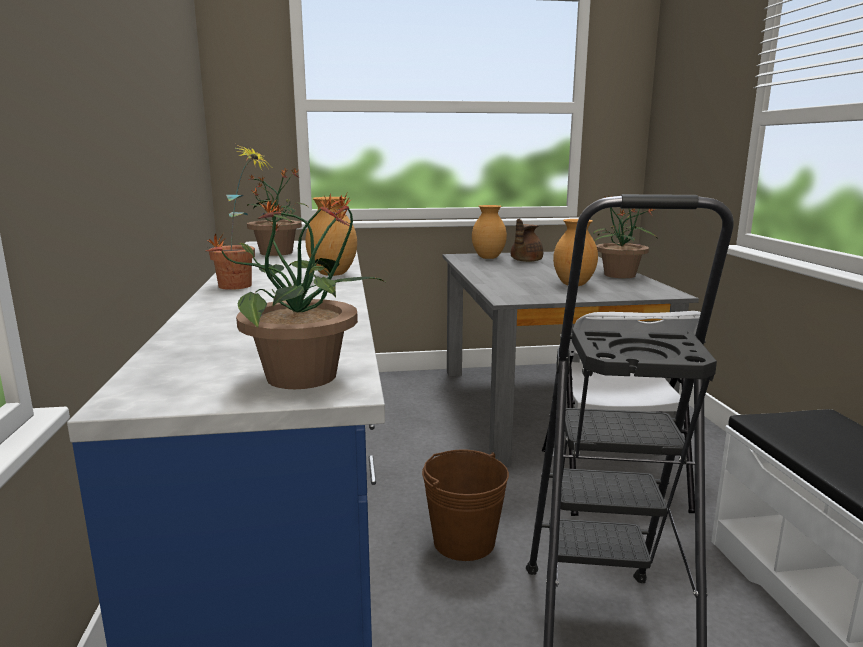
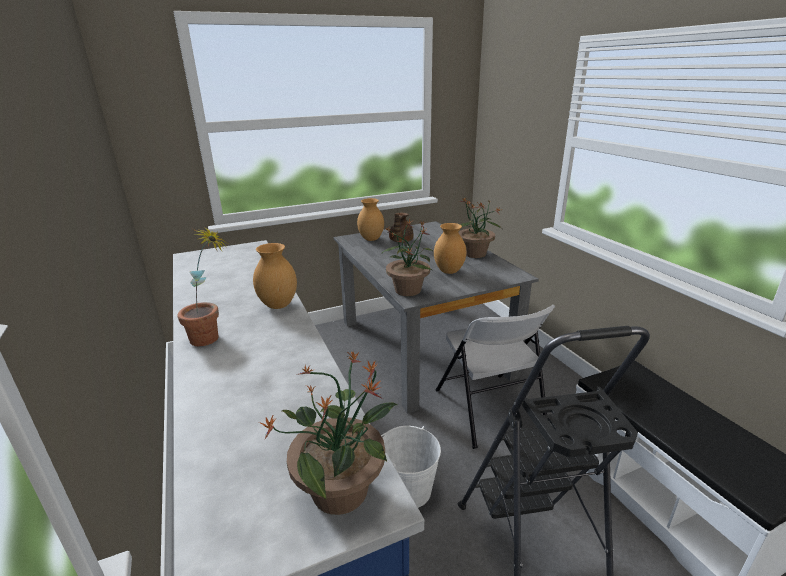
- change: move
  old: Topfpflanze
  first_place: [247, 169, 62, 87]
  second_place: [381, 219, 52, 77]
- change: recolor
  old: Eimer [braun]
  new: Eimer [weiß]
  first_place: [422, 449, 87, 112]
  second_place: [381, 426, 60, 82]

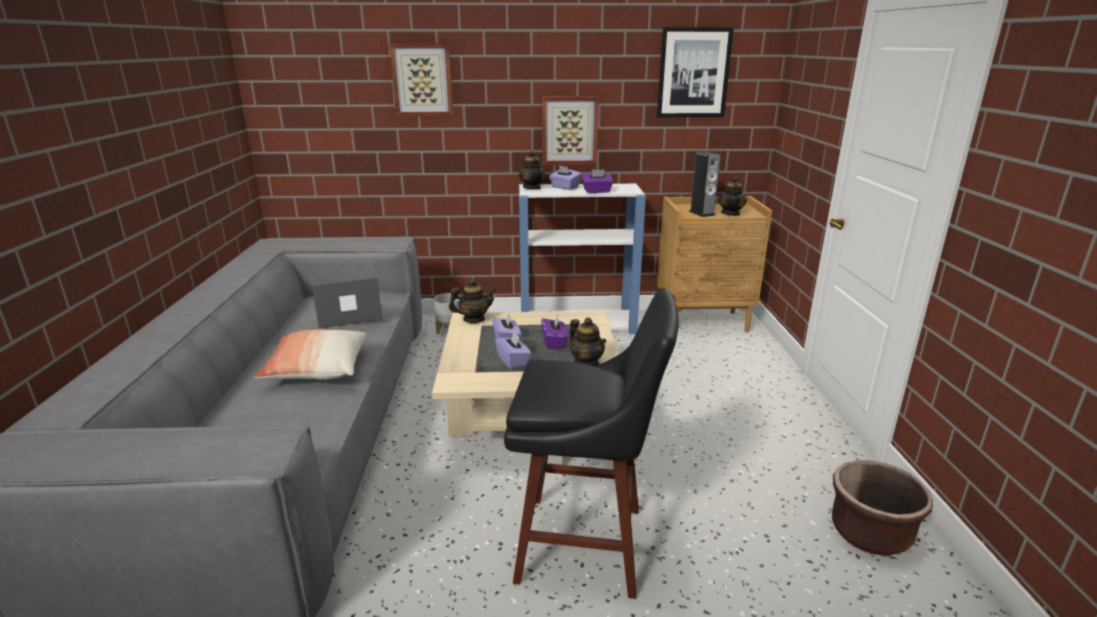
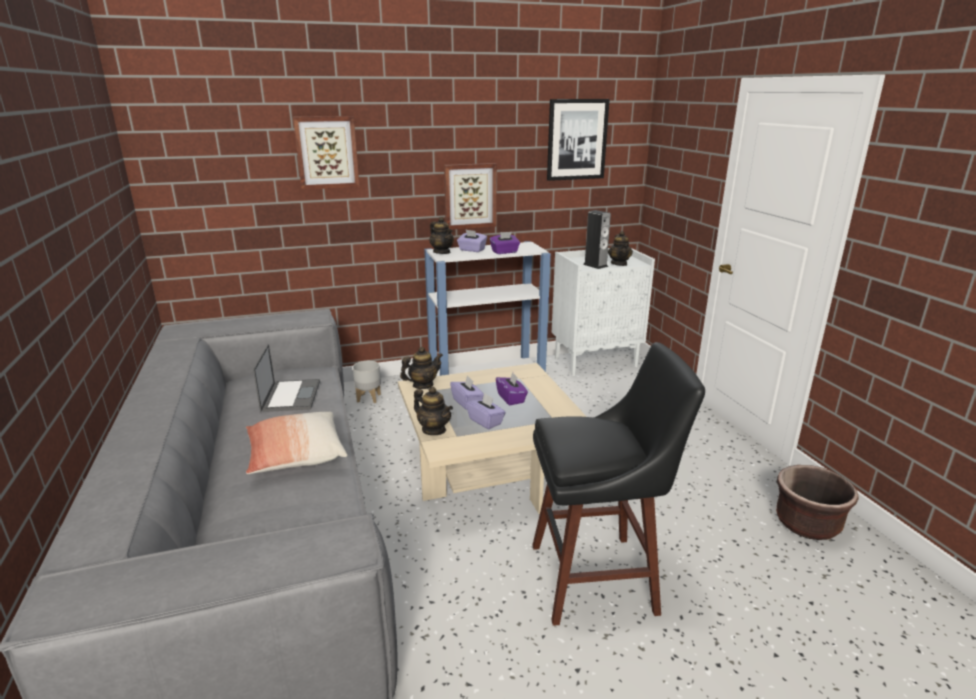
- change: move
  old: Teekanne
  first_place: [569, 317, 37, 49]
  second_place: [414, 387, 39, 48]
- change: recolor
  old: Schrank [braun]
  new: Schrank [weiß]
  first_place: [657, 196, 115, 137]
  second_place: [552, 248, 103, 128]
- change: rotate
  old: Laptop
  first_place: [312, 277, 70, 51]
  second_place: [253, 344, 67, 68]
  degrees: 120

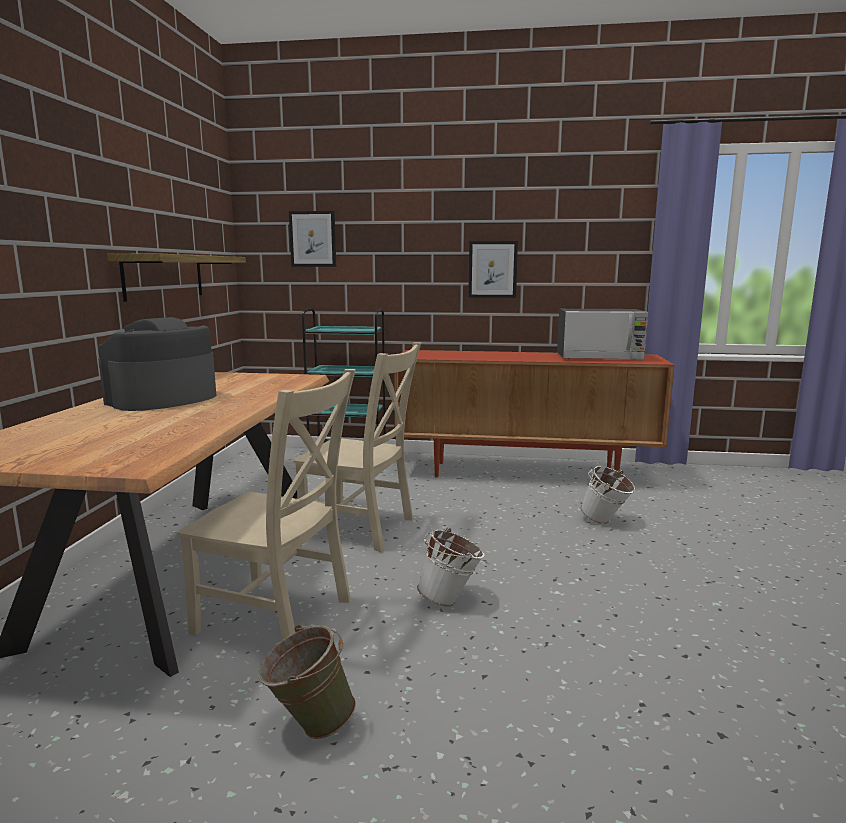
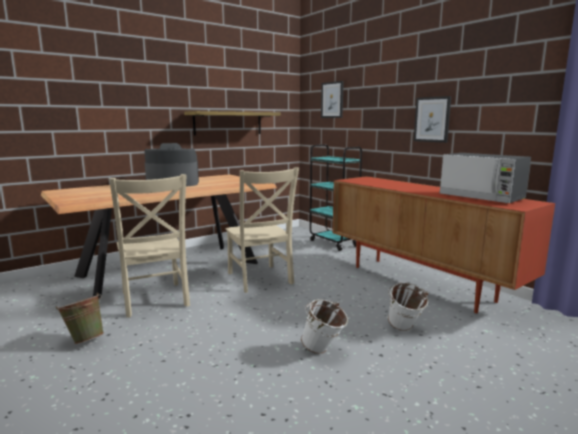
- change: move
  old: Eimer [weiß]
  first_place: [417, 528, 67, 78]
  second_place: [301, 299, 47, 55]

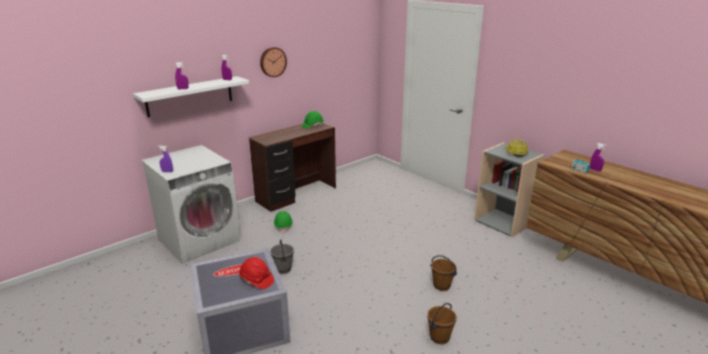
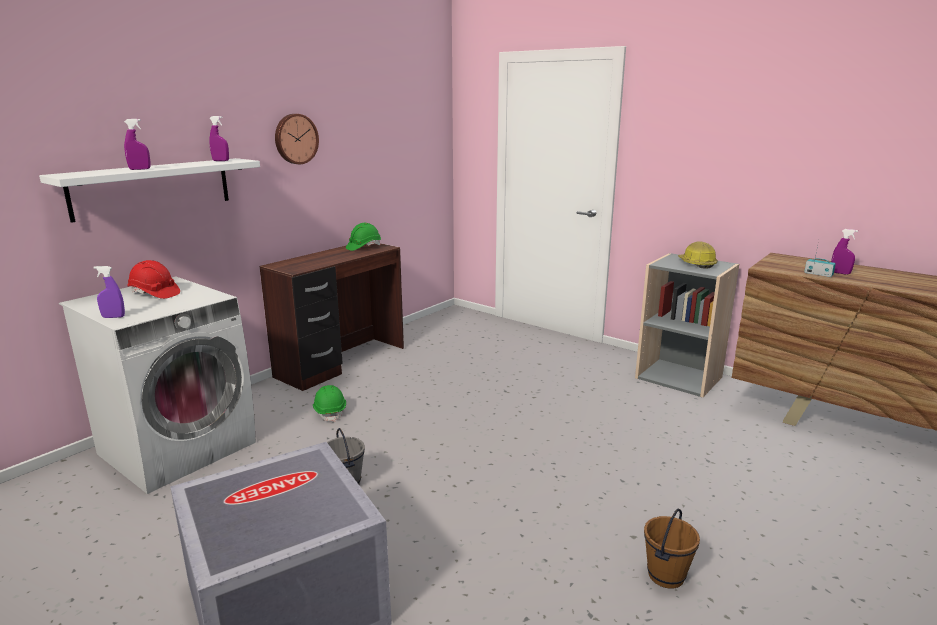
- change: delete
  old: Eimer [braun]
  first_place: [430, 255, 27, 36]
- change: move
  old: Schutzhelm [rot]
  first_place: [239, 257, 35, 32]
  second_place: [127, 260, 53, 39]

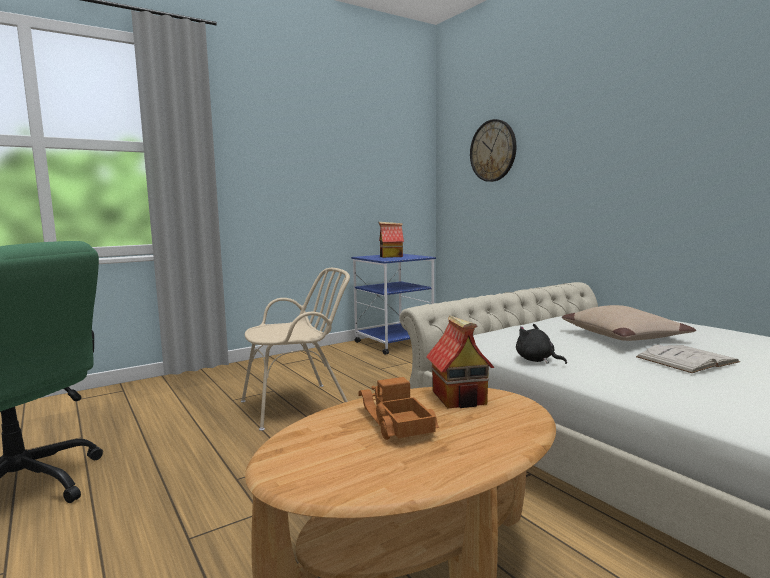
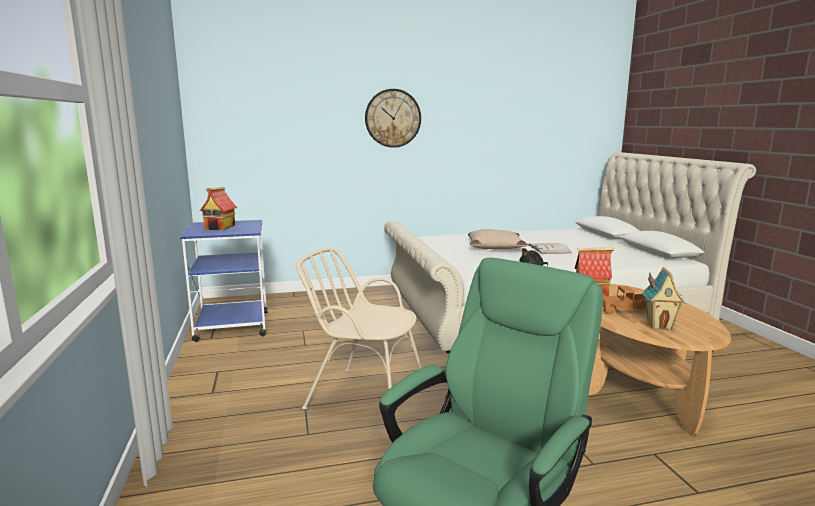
- change: insert
  new: Spielzeughaus
  second_place: [642, 267, 44, 63]
- change: move
  old: Wanduhr
  first_place: [470, 119, 46, 63]
  second_place: [365, 89, 56, 59]
- change: rotate
  old: Stuhl [beige]
  first_place: [241, 268, 109, 163]
  second_place: [296, 247, 126, 162]
  degrees: -60

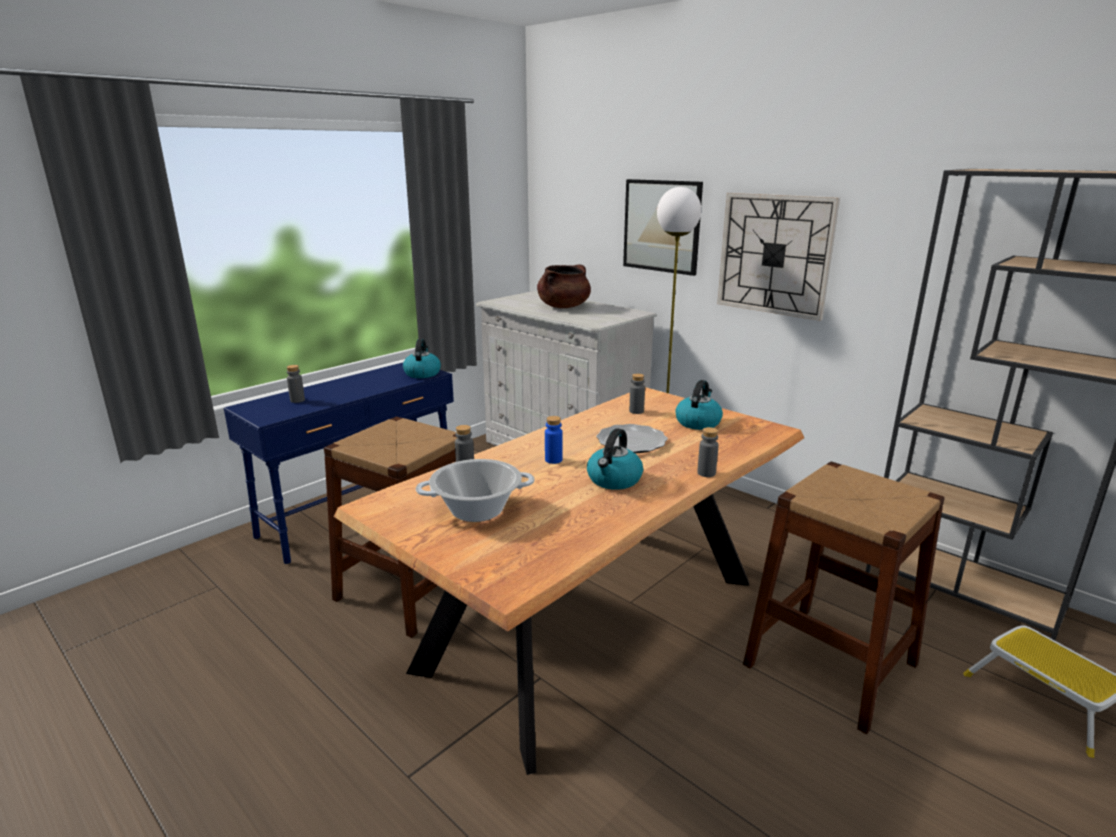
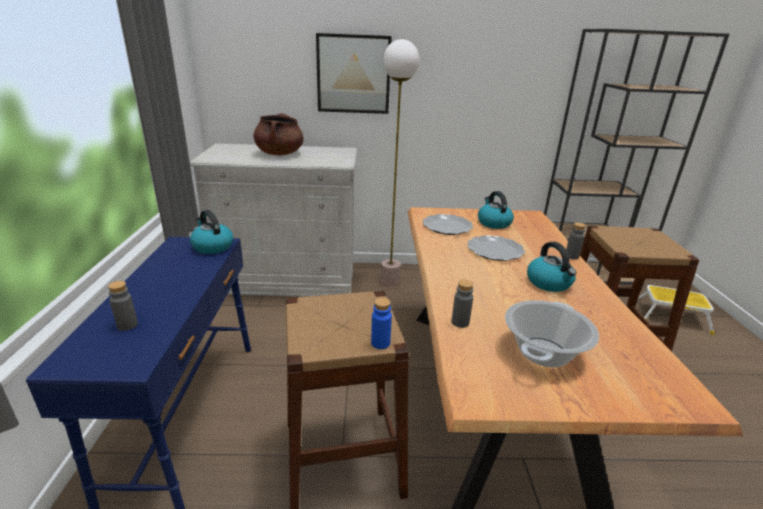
- change: delete
  old: Wanduhr
  first_place: [717, 193, 123, 128]
- change: move
  old: Flasche [blau]
  first_place: [545, 416, 18, 48]
  second_place: [371, 298, 21, 51]
- change: replace
  old: Flasche [grau]
  new: Teller
  first_place: [629, 373, 16, 41]
  second_place: [423, 214, 51, 21]

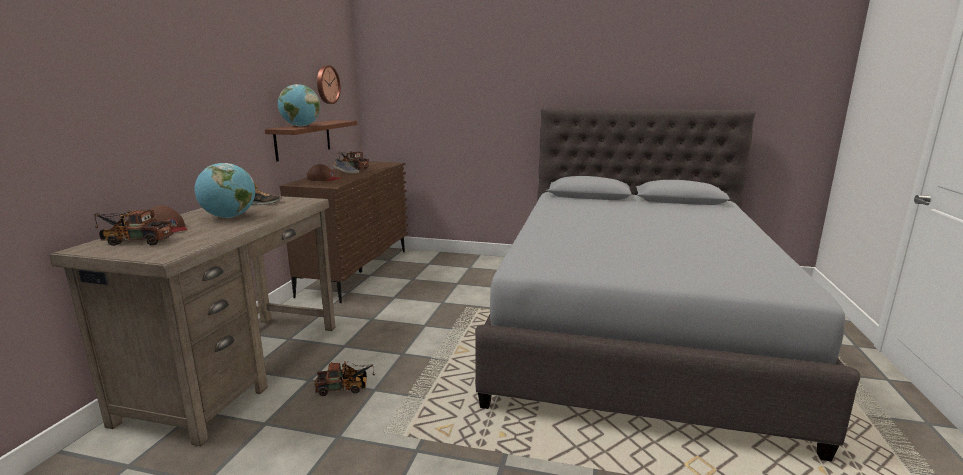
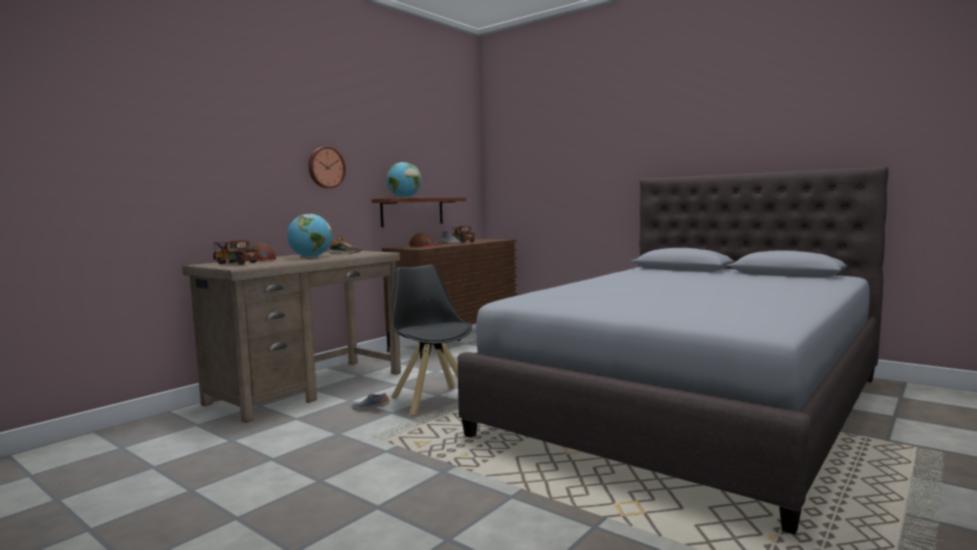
- change: insert
  new: Stuhl [schwarz]
  second_place: [391, 265, 81, 151]
- change: move
  old: Wanduhr
  first_place: [317, 65, 24, 39]
  second_place: [308, 147, 38, 41]
- change: replace
  old: Spielzeuglaster
  new: Schuh
  first_place: [314, 361, 61, 35]
  second_place: [352, 393, 38, 17]

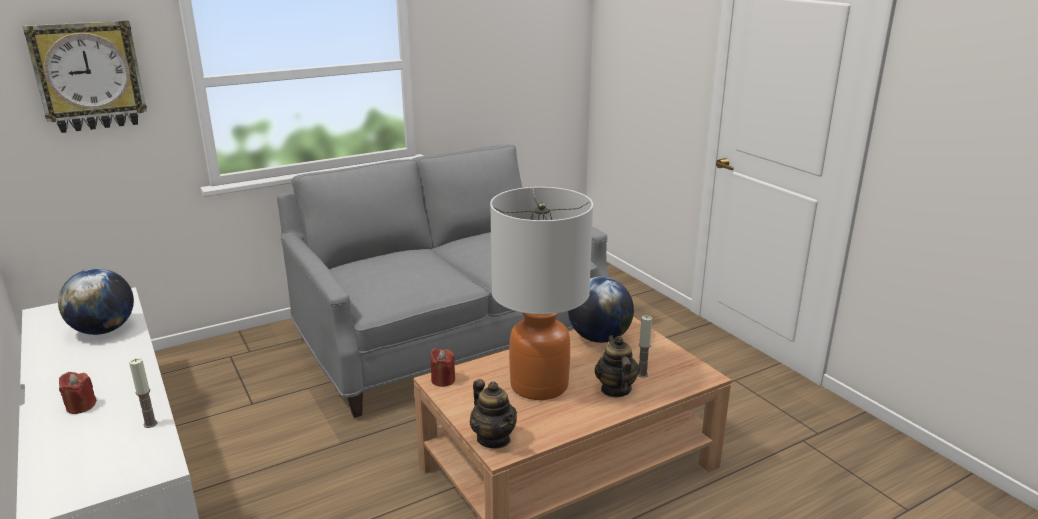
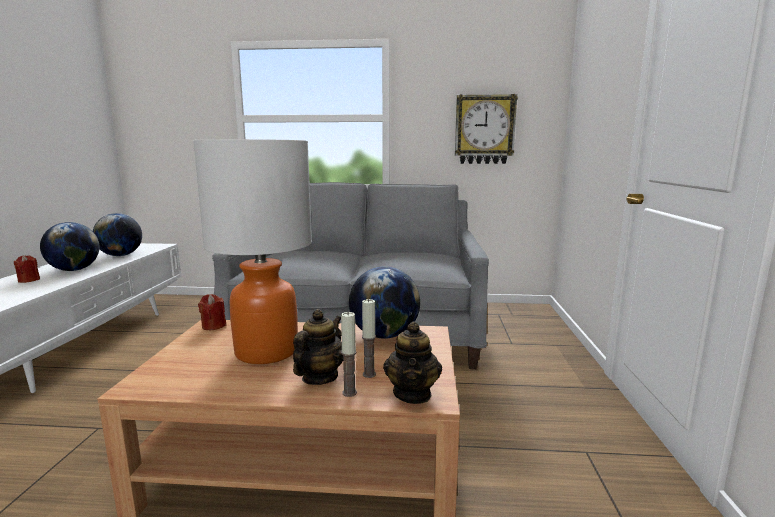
- change: insert
  new: Globus
  second_place: [40, 222, 60, 49]
- change: move
  old: Wanduhr
  first_place: [23, 20, 124, 113]
  second_place: [455, 94, 63, 70]
- change: move
  old: Kerze
  first_place: [129, 358, 28, 70]
  second_place: [341, 312, 16, 85]
- change: move
  old: Teekanne
  first_place: [470, 379, 47, 69]
  second_place: [383, 321, 59, 83]

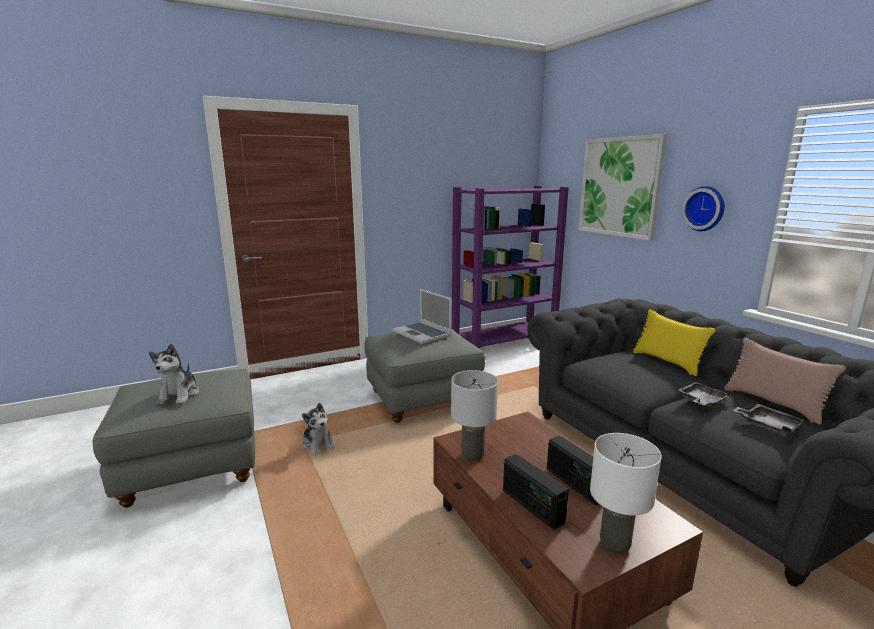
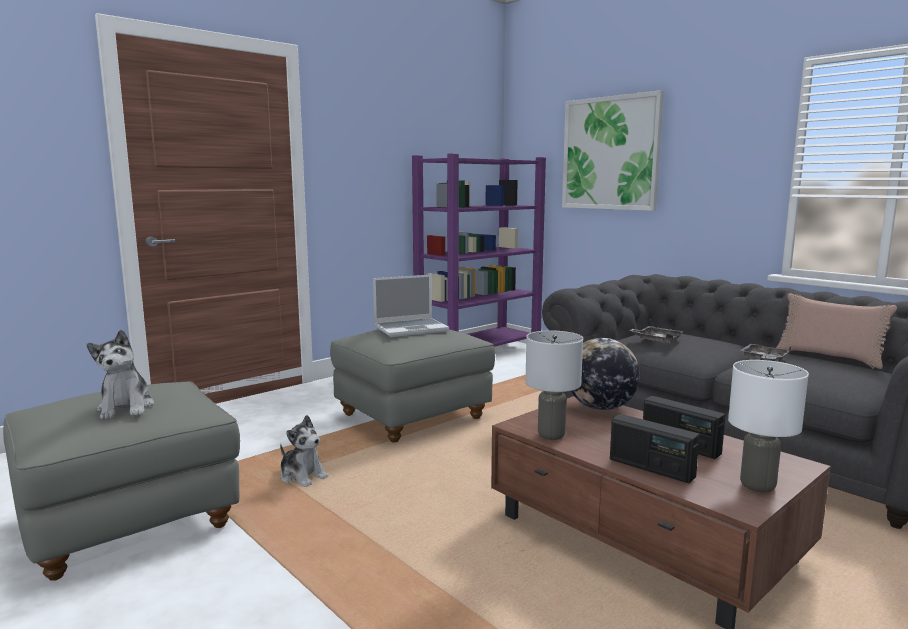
- change: delete
  old: Kissen [gelb]
  first_place: [633, 309, 83, 67]
- change: delete
  old: Wanduhr
  first_place: [682, 186, 43, 45]
- change: insert
  new: Globus
  second_place: [571, 338, 69, 72]
- change: move
  old: Tablett [grau]
  first_place: [733, 404, 71, 33]
  second_place: [629, 326, 54, 18]
- change: rotate
  old: Laptop
  first_place: [393, 289, 58, 55]
  second_place: [373, 275, 76, 62]
  degrees: -60

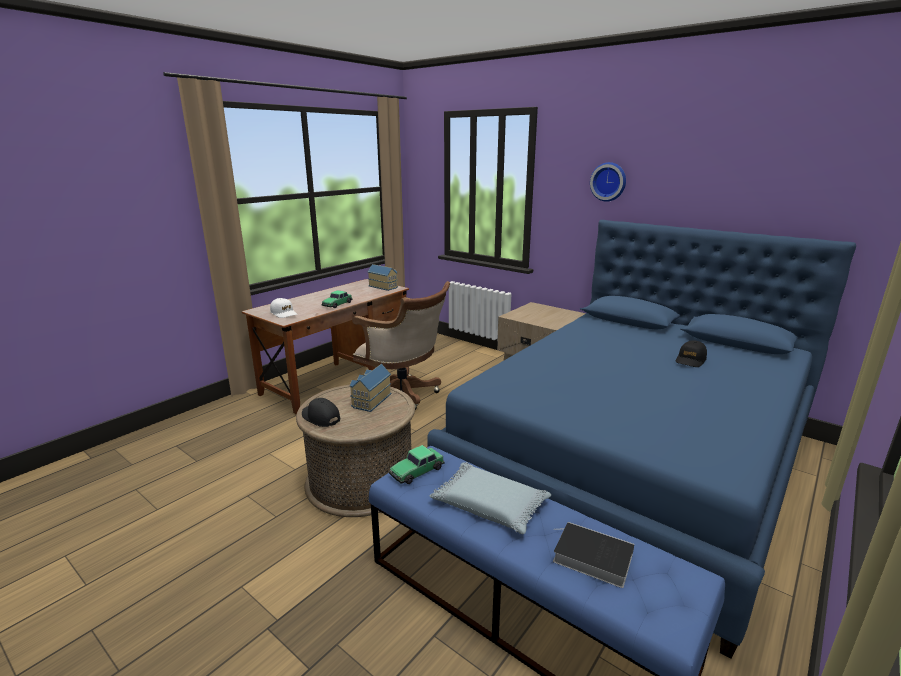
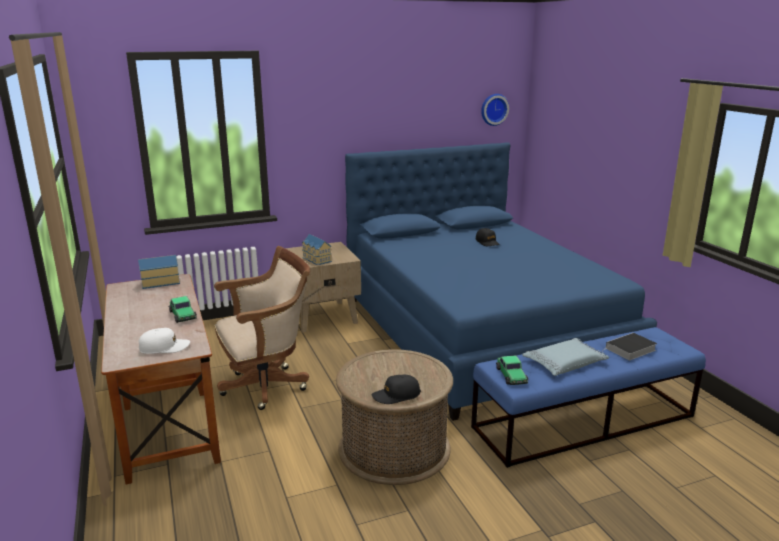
- change: move
  old: Spielzeughaus
  first_place: [349, 364, 42, 48]
  second_place: [302, 234, 30, 31]
- change: move
  old: Wanduhr
  first_place: [590, 162, 36, 40]
  second_place: [481, 94, 28, 32]

